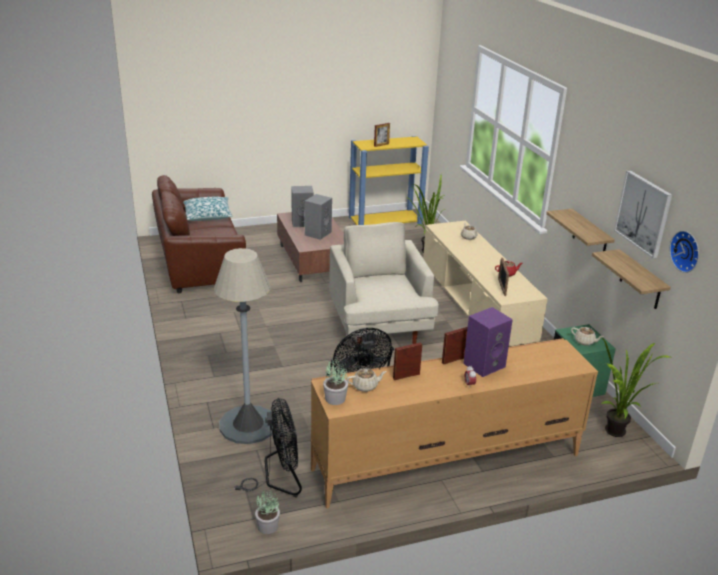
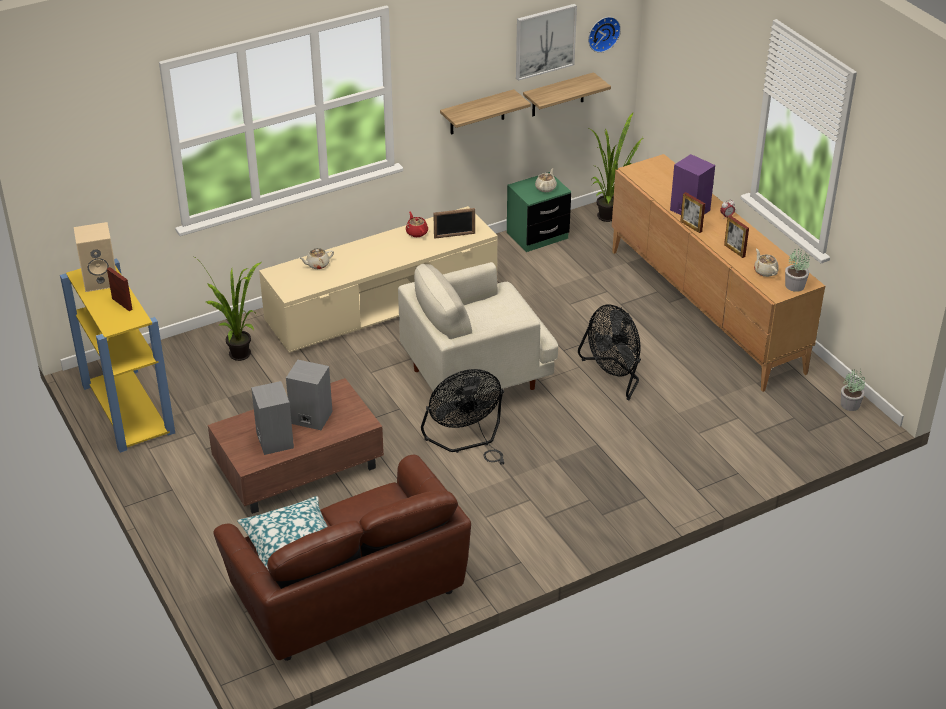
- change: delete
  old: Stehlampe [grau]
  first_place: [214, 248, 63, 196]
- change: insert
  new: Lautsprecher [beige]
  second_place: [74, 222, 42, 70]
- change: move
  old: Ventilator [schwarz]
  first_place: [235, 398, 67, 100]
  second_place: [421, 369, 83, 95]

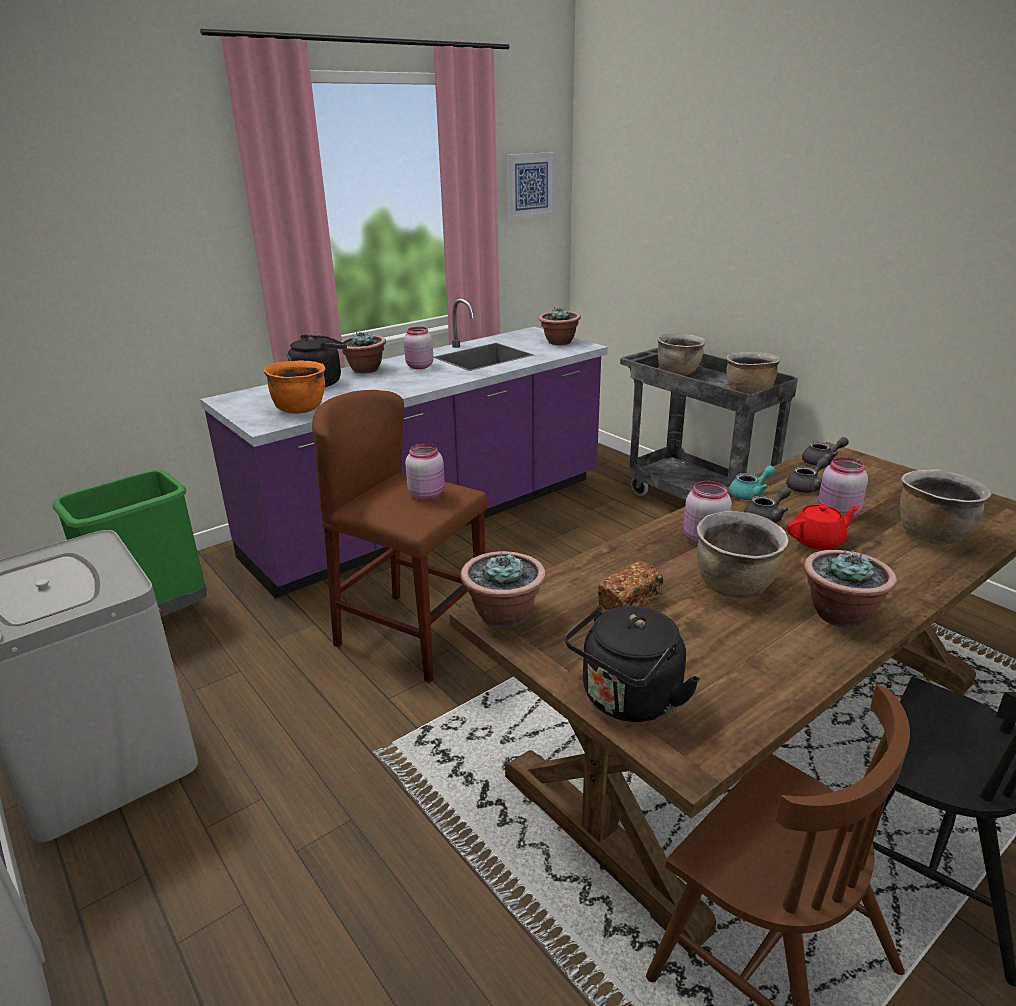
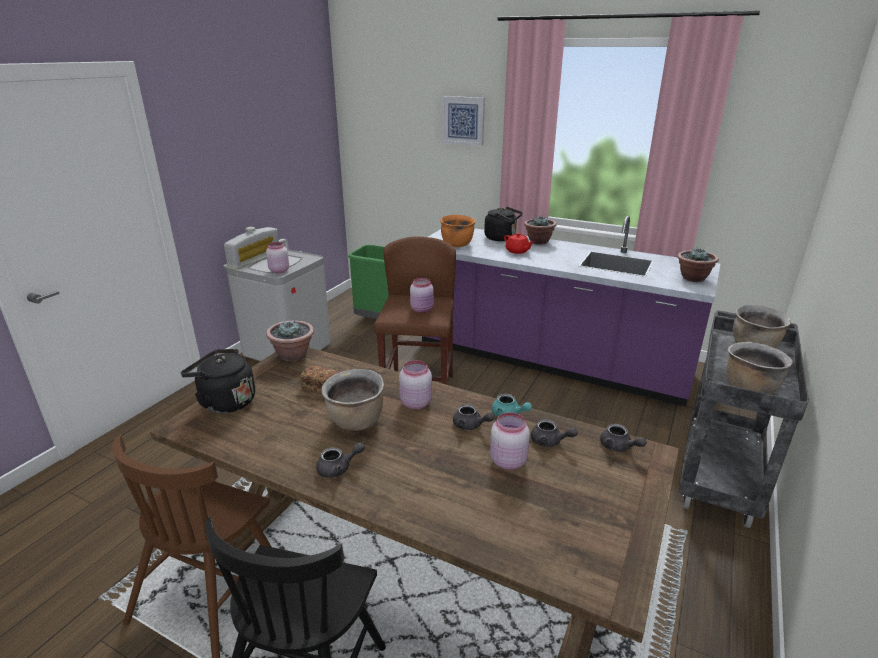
- change: delete
  old: Kochtopf [braun]
  first_place: [900, 469, 91, 76]
- change: move
  old: Vorratsglas [rosa]
  first_place: [404, 327, 30, 42]
  second_place: [266, 242, 23, 31]
- change: move
  old: Bild
  first_place: [506, 152, 49, 68]
  second_place: [442, 96, 43, 50]
- change: move
  old: Teekanne [rot]
  first_place: [786, 504, 74, 46]
  second_place: [504, 233, 30, 21]
- change: replace
  old: Topfpflanze
  new: Teekanne [grau]
  first_place: [804, 550, 93, 77]
  second_place: [316, 442, 49, 36]

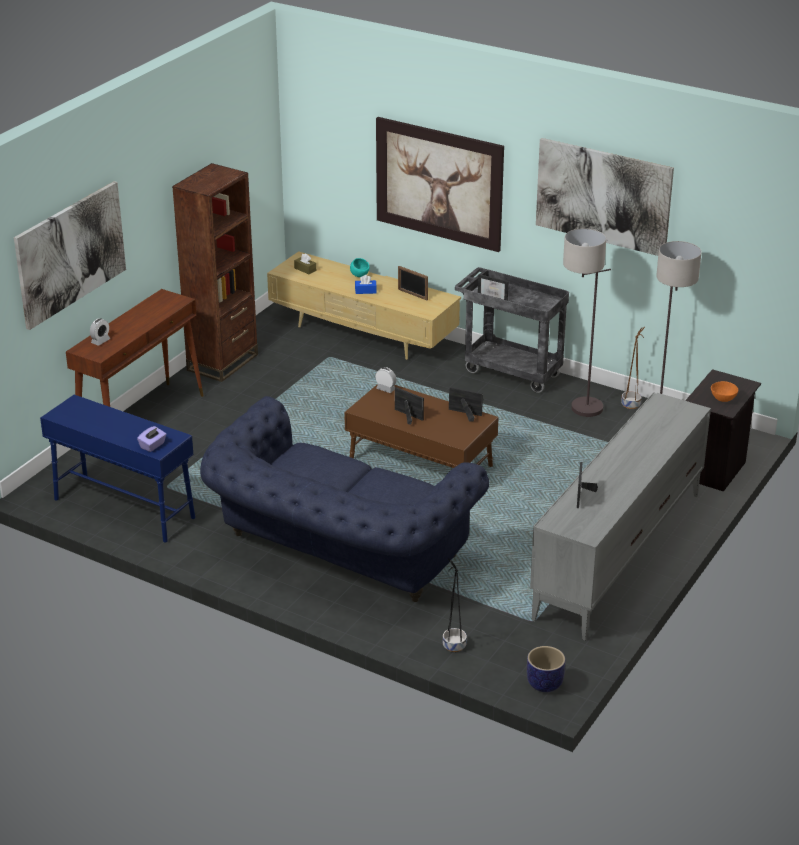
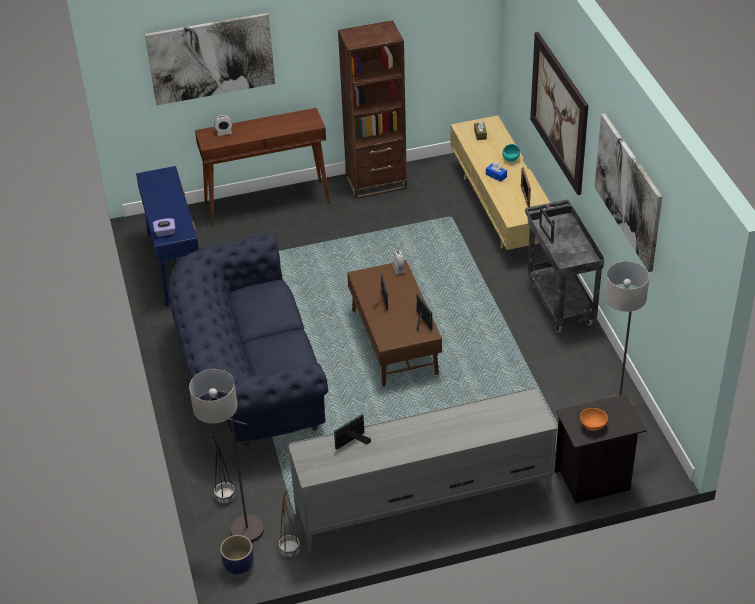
- change: move
  old: Stehlampe [grau]
  first_place: [563, 228, 48, 189]
  second_place: [189, 369, 75, 174]
- change: move
  old: Pflanzkübel [braun]
  first_place: [621, 327, 24, 82]
  second_place: [279, 491, 21, 66]

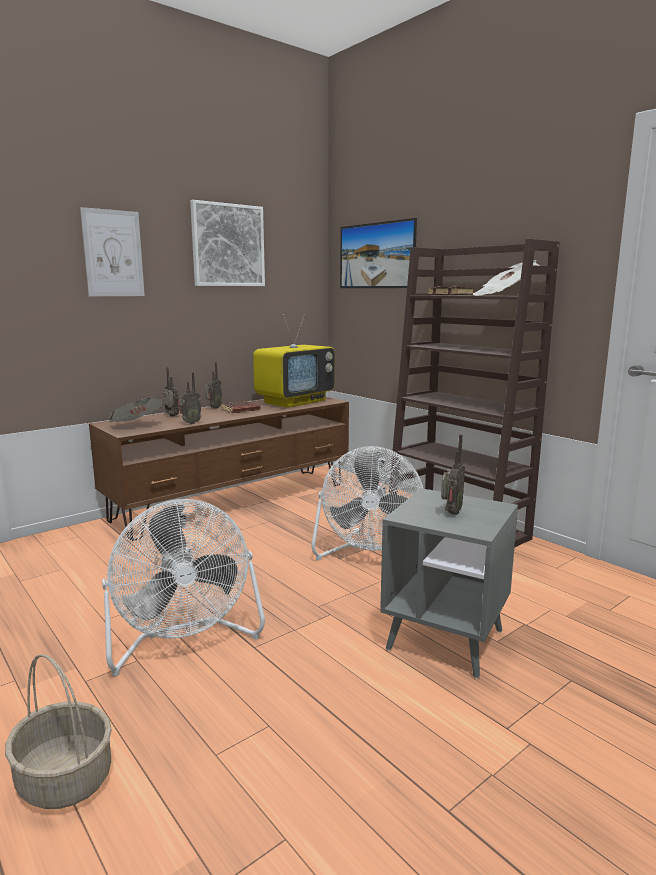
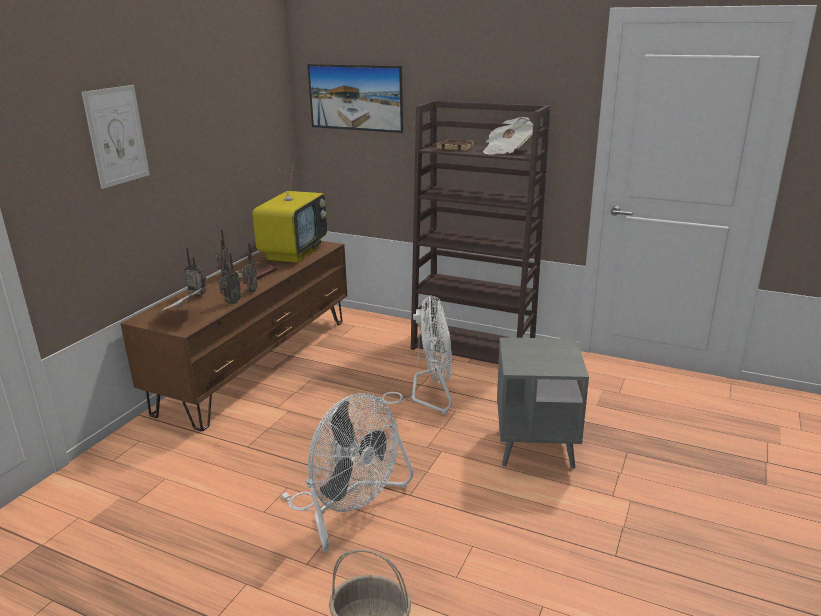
- change: delete
  old: Bild
  first_place: [190, 200, 75, 86]
- change: move
  old: Radio
  first_place: [441, 435, 24, 80]
  second_place: [242, 242, 16, 50]
- change: rotate
  old: Ventilator [weiß]
  first_place: [312, 446, 112, 115]
  second_place: [375, 295, 77, 120]
  degrees: -75

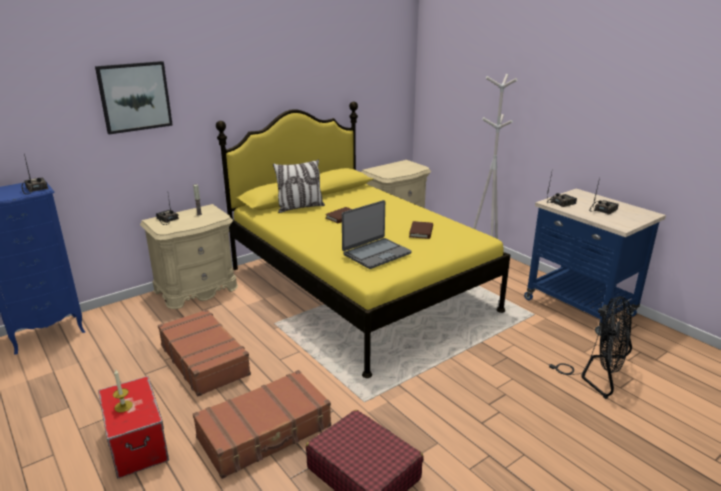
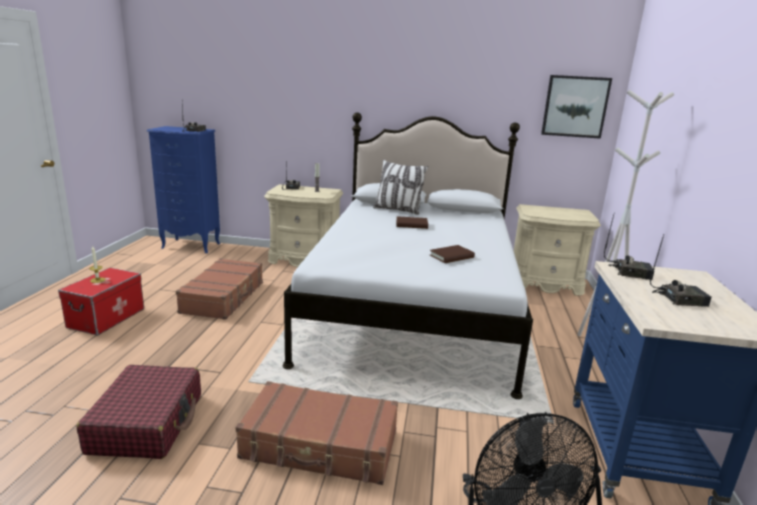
- change: delete
  old: Laptop
  first_place: [342, 200, 70, 69]
- change: move
  old: Bild
  first_place: [95, 61, 78, 73]
  second_place: [541, 75, 71, 64]
- change: move
  old: Koffer [braun]
  first_place: [193, 370, 138, 109]
  second_place: [235, 381, 163, 104]
- change: recolor
  old: Bett [gelb]
  new: Bett [weiß]
  first_place: [216, 102, 294, 276]
  second_place: [283, 113, 250, 286]

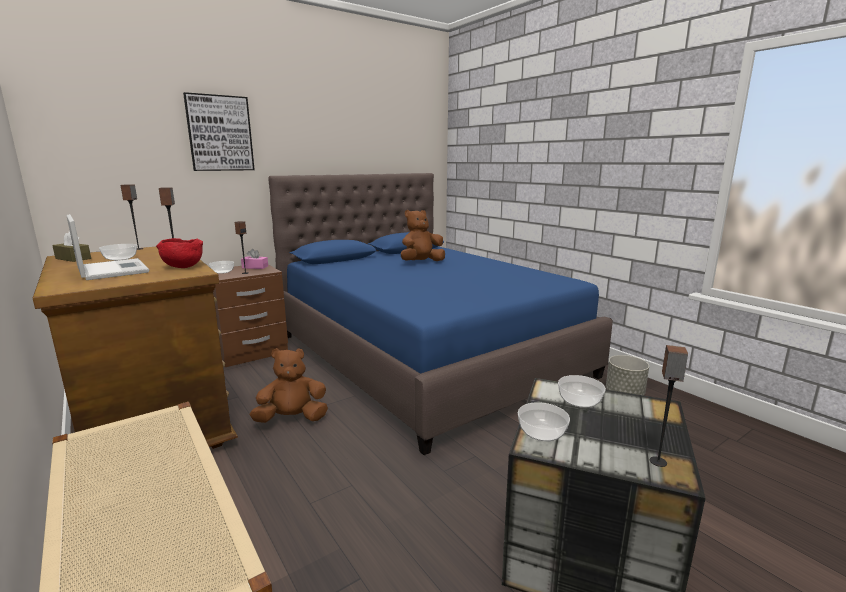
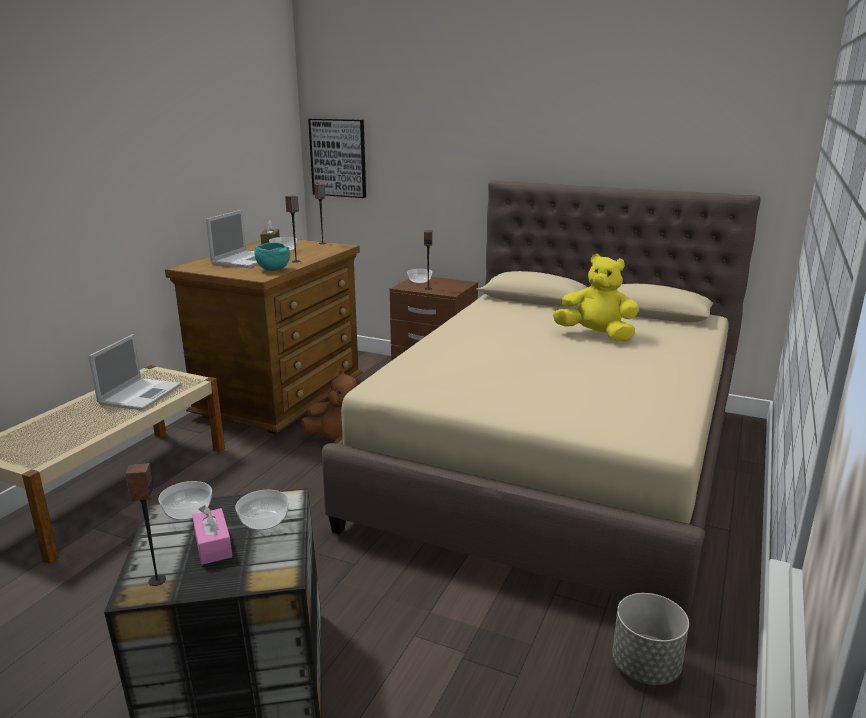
- change: insert
  new: Laptop
  second_place: [89, 334, 93, 76]
- change: move
  old: Bild
  first_place: [183, 92, 72, 79]
  second_place: [308, 119, 58, 79]
- change: move
  old: Taschentuchbox [rosa]
  first_place: [241, 249, 27, 20]
  second_place: [192, 505, 40, 60]
- change: recolor
  old: Schüssel [rot]
  new: Schüssel [türkis]
  first_place: [156, 238, 47, 30]
  second_place: [255, 243, 35, 28]
- change: recolor
  old: Bett [blau]
  new: Bett [beige]
  first_place: [268, 173, 345, 282]
  second_place: [322, 180, 439, 435]
- change: recolor
  old: Plüschtier [braun]
  new: Plüschtier [gelb]
  first_place: [401, 210, 44, 51]
  second_place: [553, 254, 86, 87]

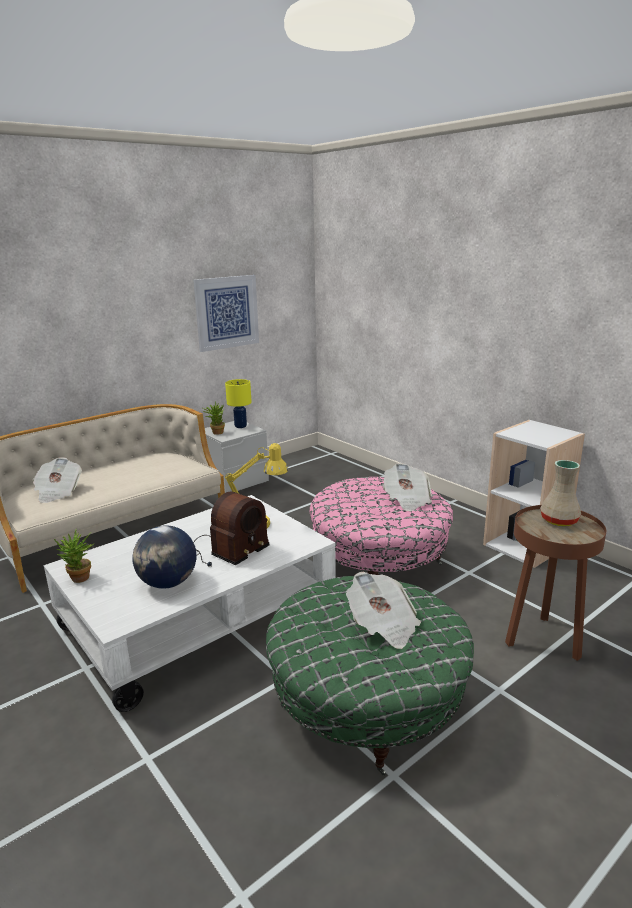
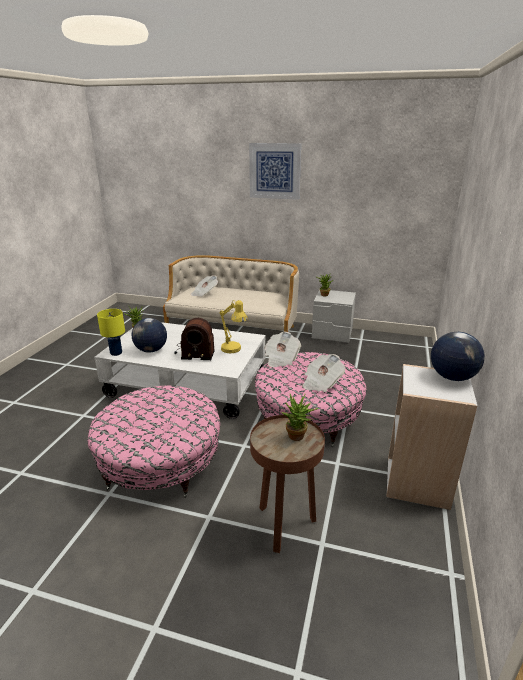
- change: insert
  new: Globus
  second_place: [431, 332, 54, 49]
- change: move
  old: Bild
  first_place: [193, 275, 66, 77]
  second_place: [249, 143, 52, 57]
- change: move
  old: Tischlampe [gelb]
  first_place: [225, 379, 27, 49]
  second_place: [97, 309, 28, 47]
- change: move
  old: Zeitung
  first_place: [346, 572, 75, 77]
  second_place: [265, 332, 36, 35]
- change: replace
  old: Vase [beige]
  new: Topfpflanze
  first_place: [540, 460, 41, 67]
  second_place: [281, 393, 37, 48]
- change: recolor
  old: Polsterhocker [grün]
  new: Polsterhocker [rosa]
  first_place: [266, 576, 208, 200]
  second_place: [88, 385, 132, 113]

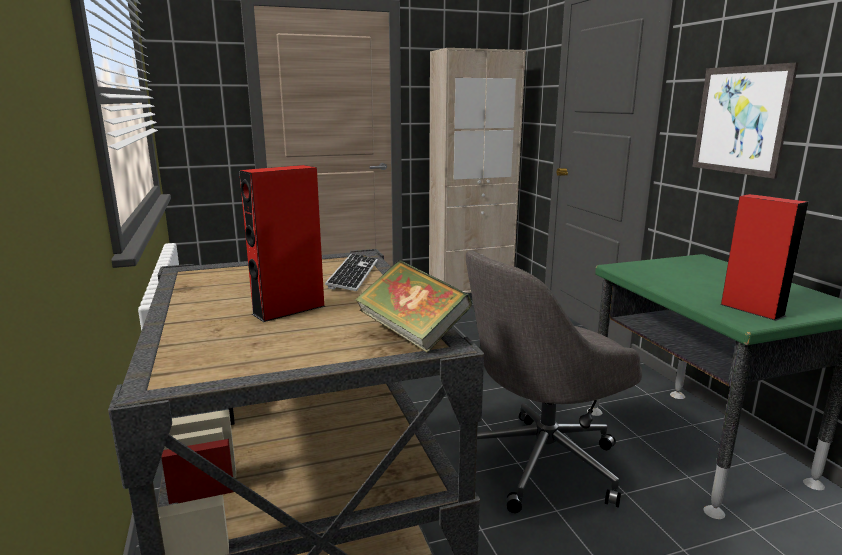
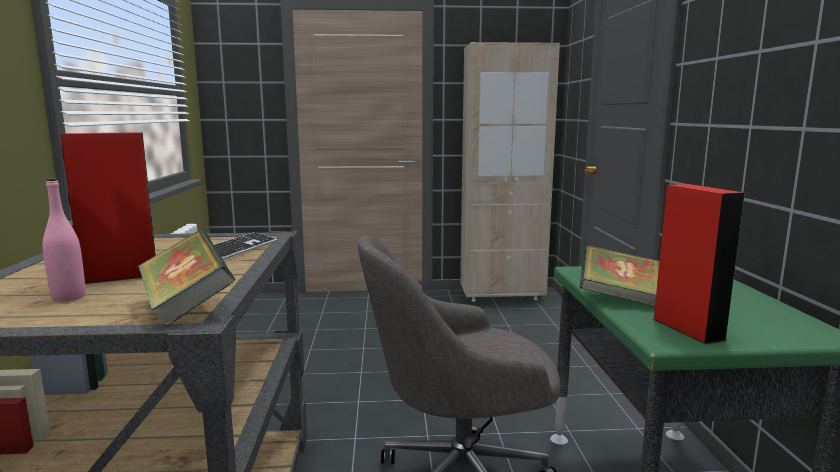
- change: delete
  old: Bild
  first_place: [692, 63, 106, 116]
- change: insert
  new: Flasche [rosa]
  second_place: [42, 178, 44, 124]
- change: insert
  new: Buch
  second_place: [580, 245, 80, 61]

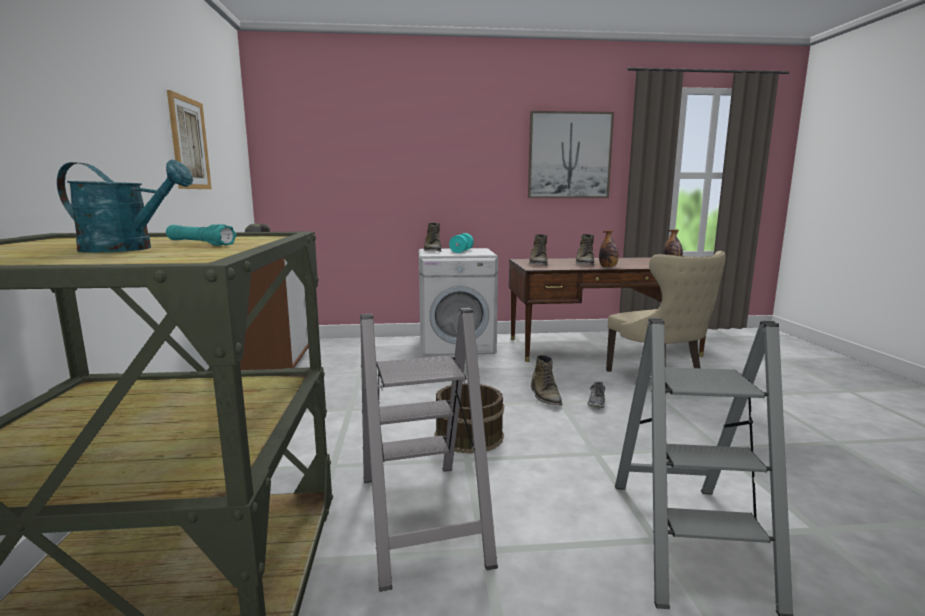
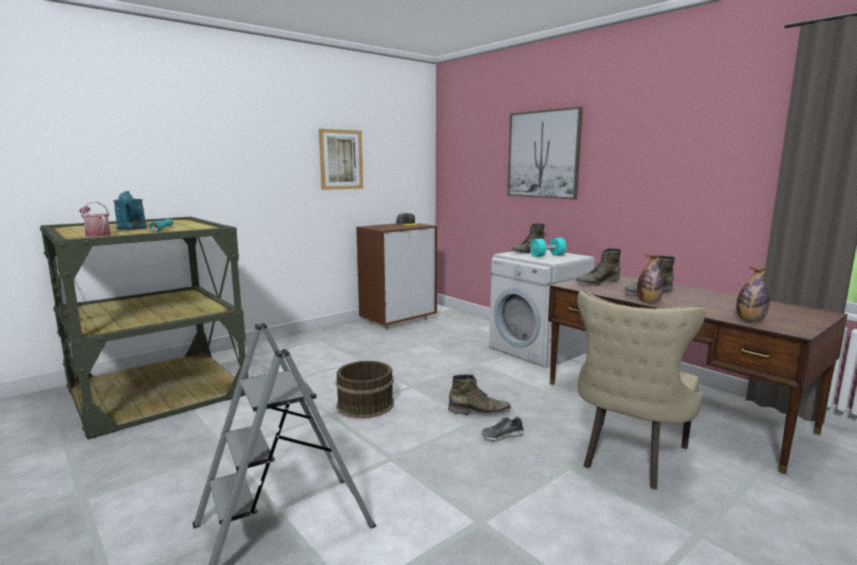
- change: delete
  old: Trittleiter [grau]
  first_place: [360, 308, 138, 284]
- change: insert
  new: Gießkanne
  second_place: [79, 202, 32, 35]
- change: move
  old: Bild
  first_place: [528, 111, 86, 87]
  second_place: [507, 106, 76, 94]
- change: rotate
  old: Stiefel [grün]
  first_place: [531, 355, 31, 51]
  second_place: [448, 374, 63, 41]
  degrees: -135

